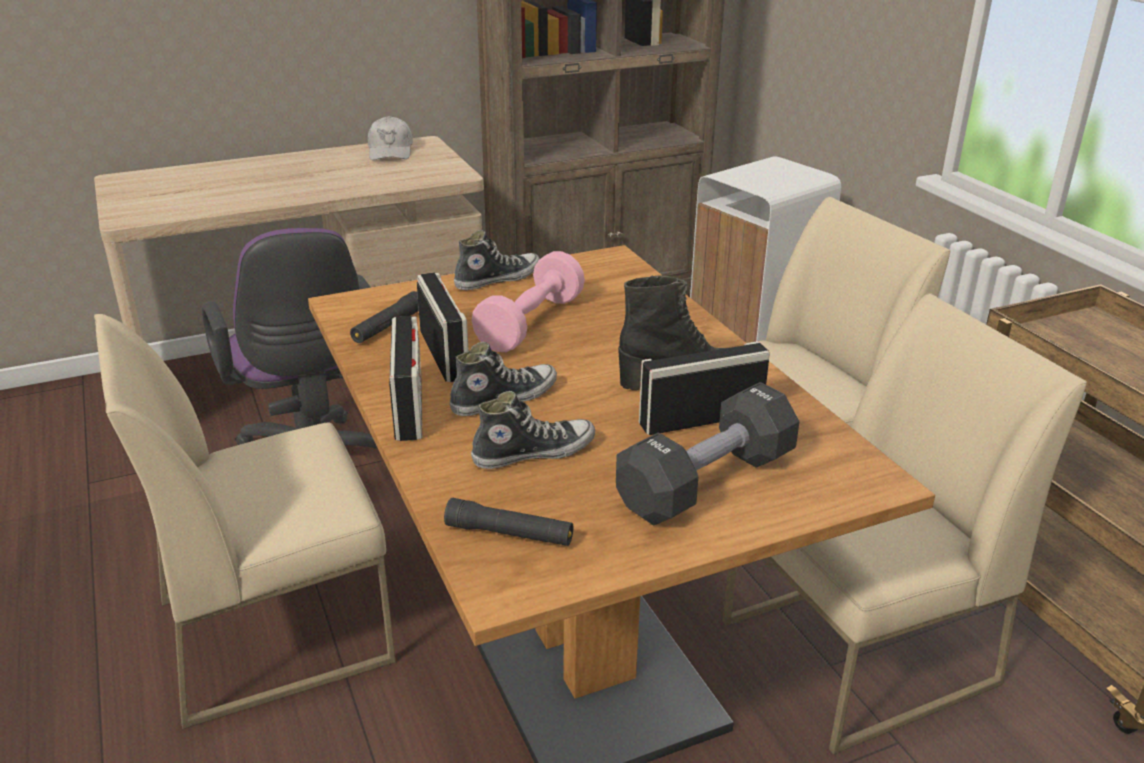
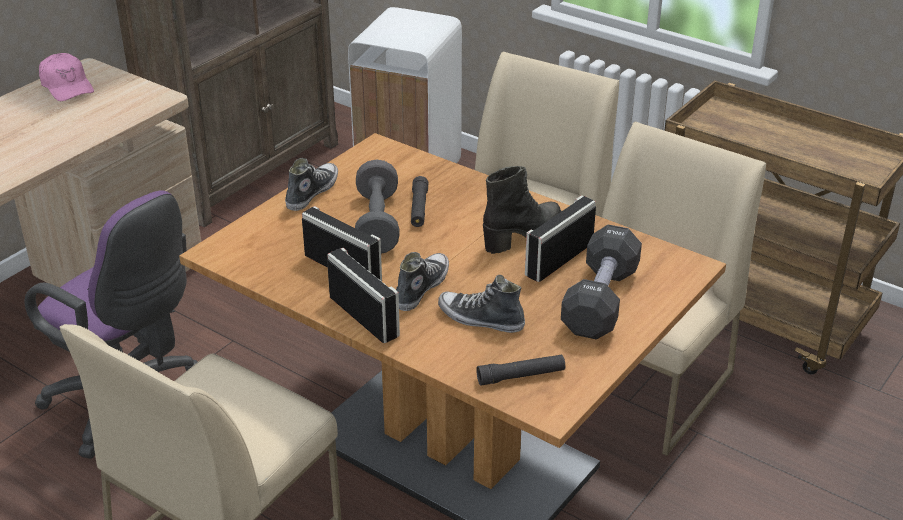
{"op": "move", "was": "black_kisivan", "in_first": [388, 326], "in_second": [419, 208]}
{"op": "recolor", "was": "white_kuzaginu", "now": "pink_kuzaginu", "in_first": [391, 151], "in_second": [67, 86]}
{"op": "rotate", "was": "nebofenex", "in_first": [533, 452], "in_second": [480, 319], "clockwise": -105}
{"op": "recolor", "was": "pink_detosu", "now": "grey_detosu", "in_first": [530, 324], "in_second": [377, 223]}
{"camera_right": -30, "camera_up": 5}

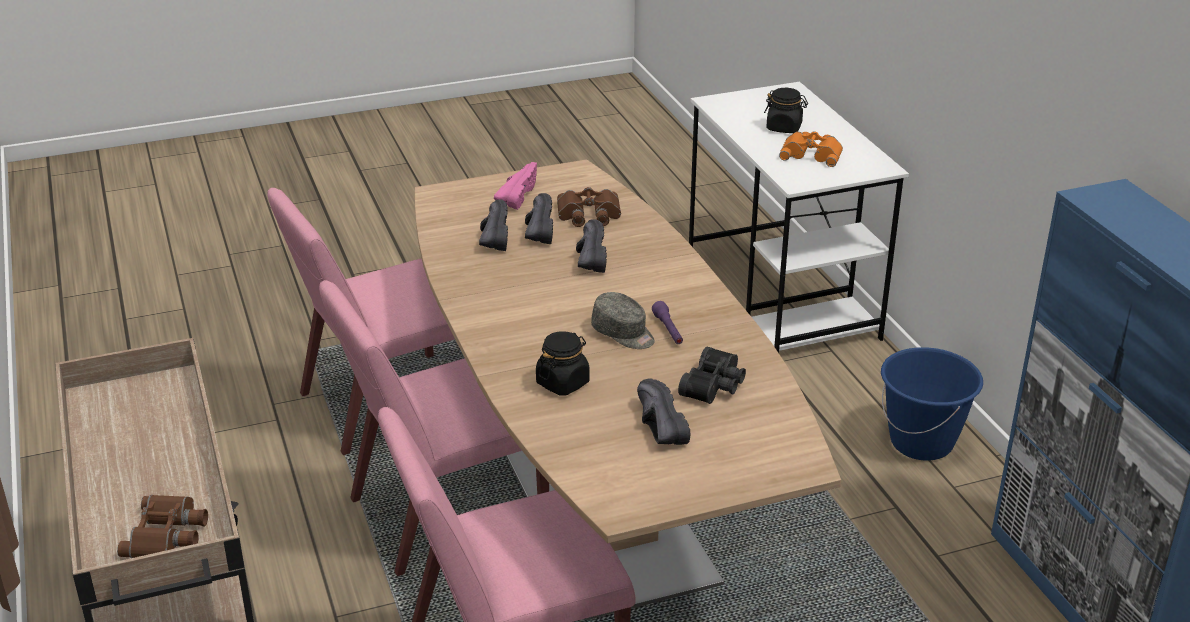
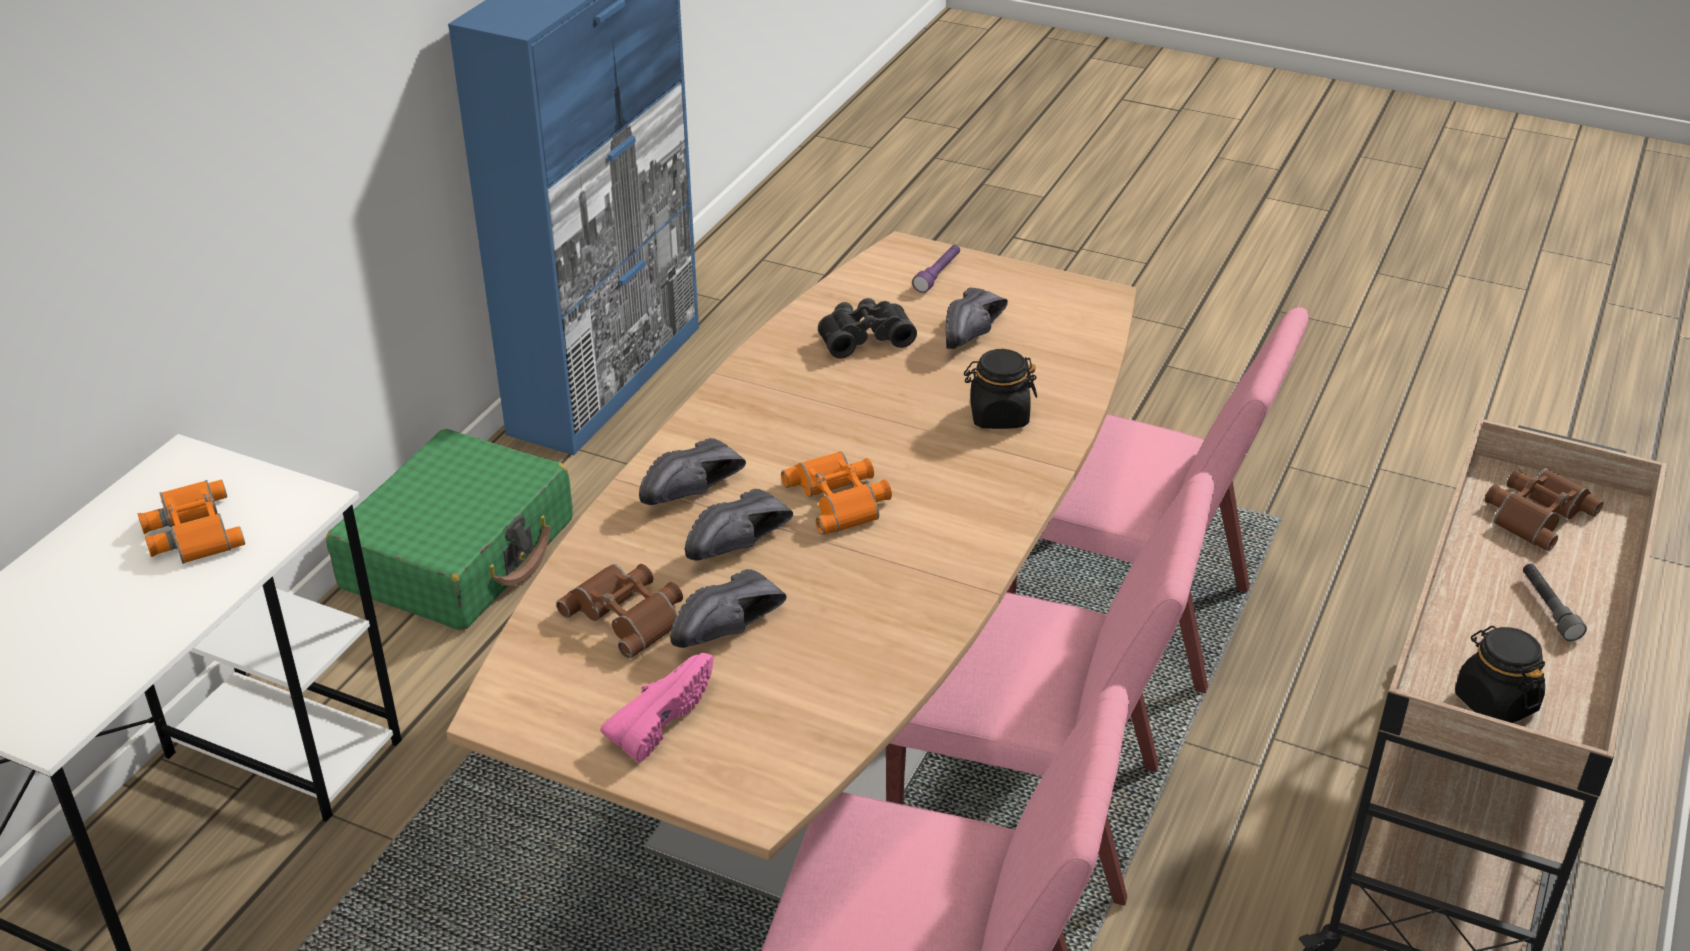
{"op": "move", "was": "black_nebofenex", "in_first": [492, 237], "in_second": [696, 492]}
{"op": "rotate", "was": "pink_nebofenex", "in_first": [516, 195], "in_second": [658, 718], "clockwise": 150}
{"op": "delete", "was": "grey_kuzaginu", "in_first": [623, 333]}
{"op": "move", "was": "purple_kisivan", "in_first": [668, 330], "in_second": [938, 274]}
{"op": "move", "was": "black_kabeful", "in_first": [784, 127], "in_second": [1495, 702]}
{"op": "replace", "was": "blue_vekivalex", "now": "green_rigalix", "in_first": [922, 442], "in_second": [460, 554]}
{"op": "insert", "now": "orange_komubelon", "in_second": [841, 499]}
{"op": "insert", "now": "grey_kisivan", "in_second": [1548, 608]}
{"camera_right": -135, "camera_up": 5}

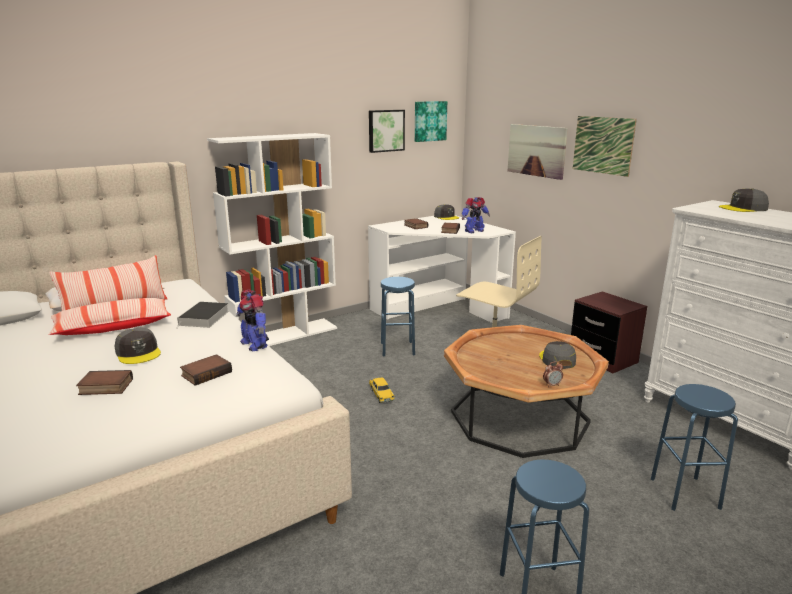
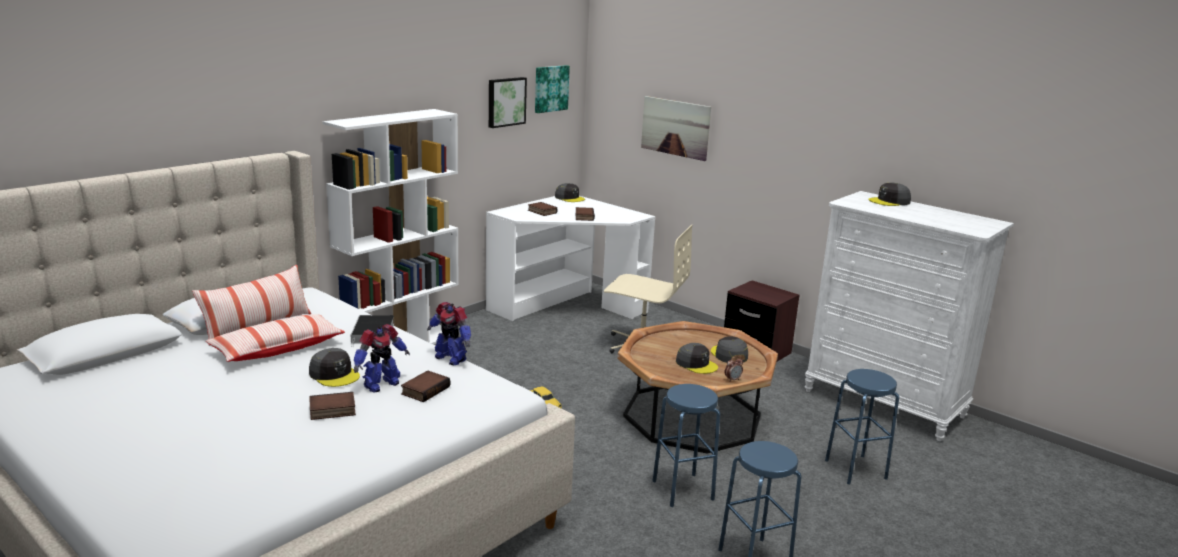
{"op": "move", "was": "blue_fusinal", "in_first": [397, 349], "in_second": [683, 490]}
{"op": "move", "was": "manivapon", "in_first": [473, 231], "in_second": [380, 384]}
{"op": "delete", "was": "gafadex", "in_first": [603, 145]}
{"op": "insert", "now": "grey_kuzaginu", "in_second": [696, 364]}
{"camera_right": -15, "camera_up": 0}

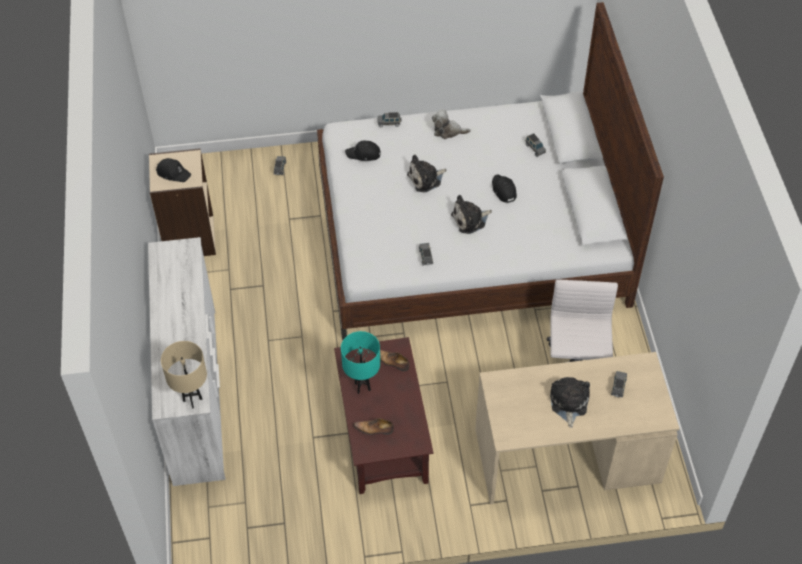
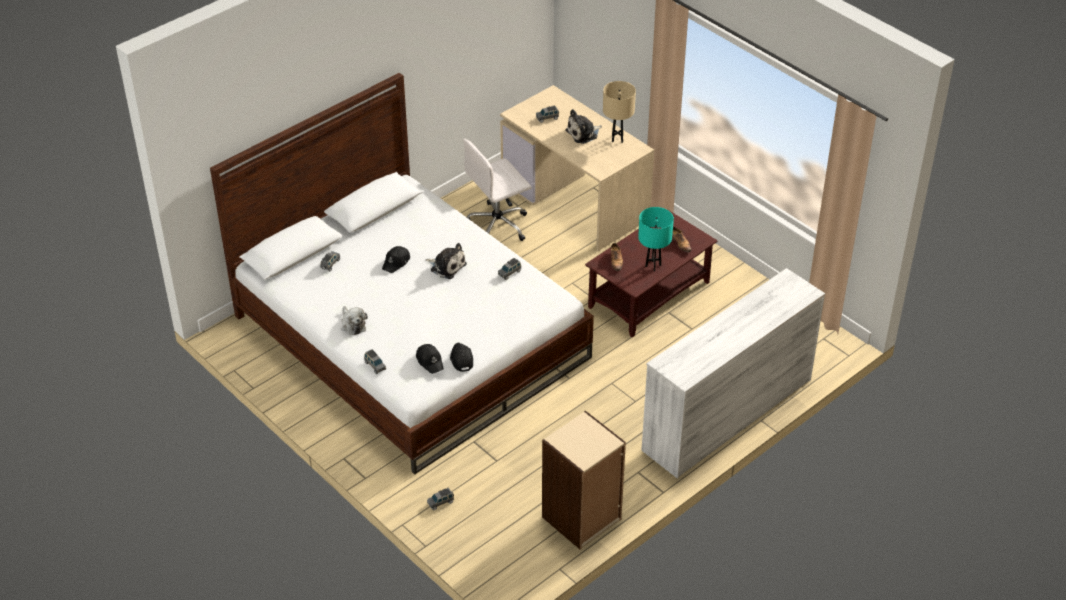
{"op": "move", "was": "black_kuzaginu", "in_first": [173, 173], "in_second": [461, 359]}
{"op": "move", "was": "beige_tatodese", "in_first": [192, 400], "in_second": [617, 139]}
{"op": "delete", "was": "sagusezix", "in_first": [426, 179]}
{"camera_right": -125, "camera_up": -10}

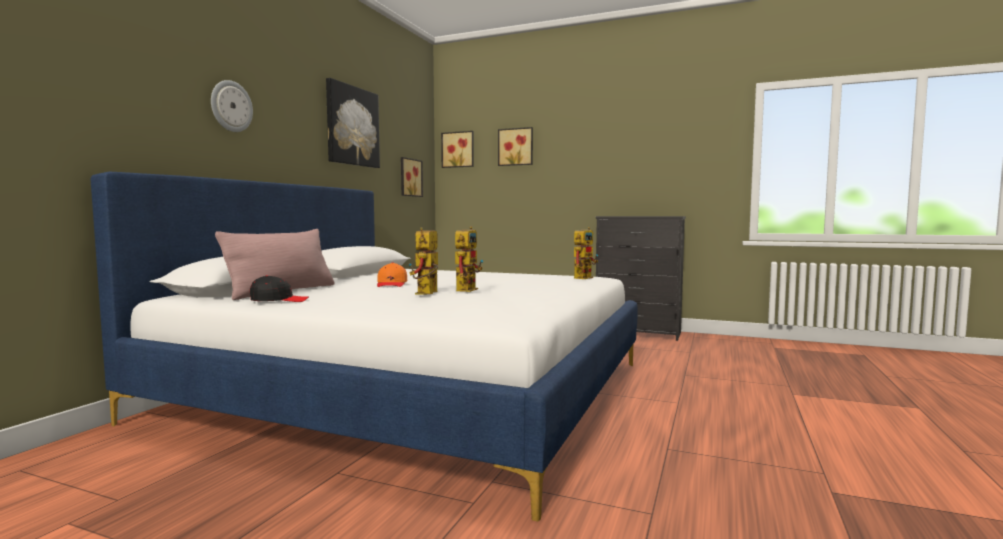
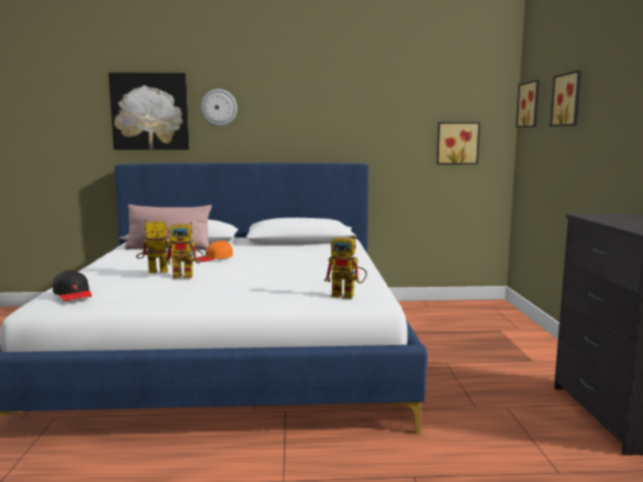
{"op": "move", "was": "black_kuzaginu", "in_first": [279, 300], "in_second": [73, 294]}
{"op": "move", "was": "gafadex", "in_first": [352, 126], "in_second": [150, 111]}
{"camera_right": 65, "camera_up": 5}

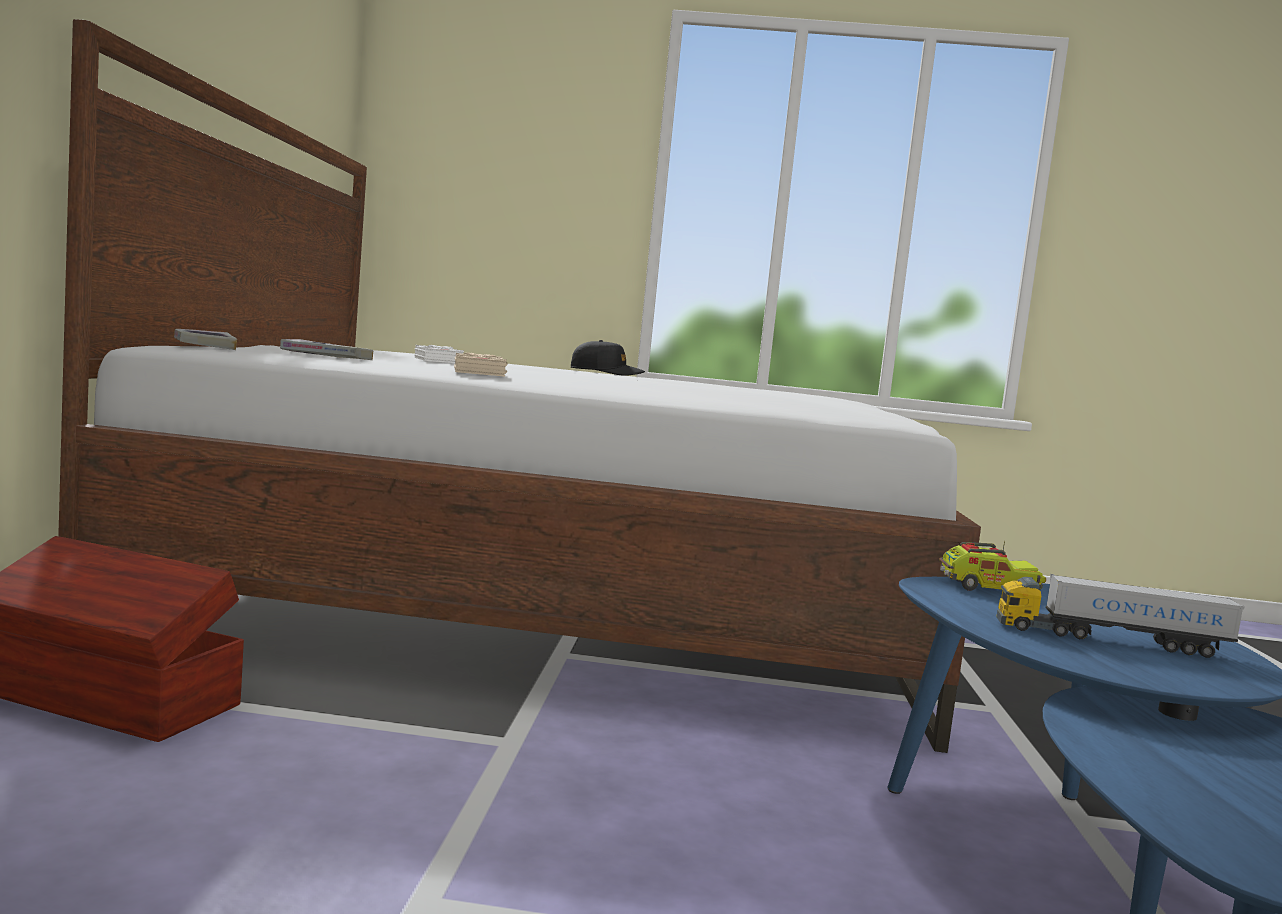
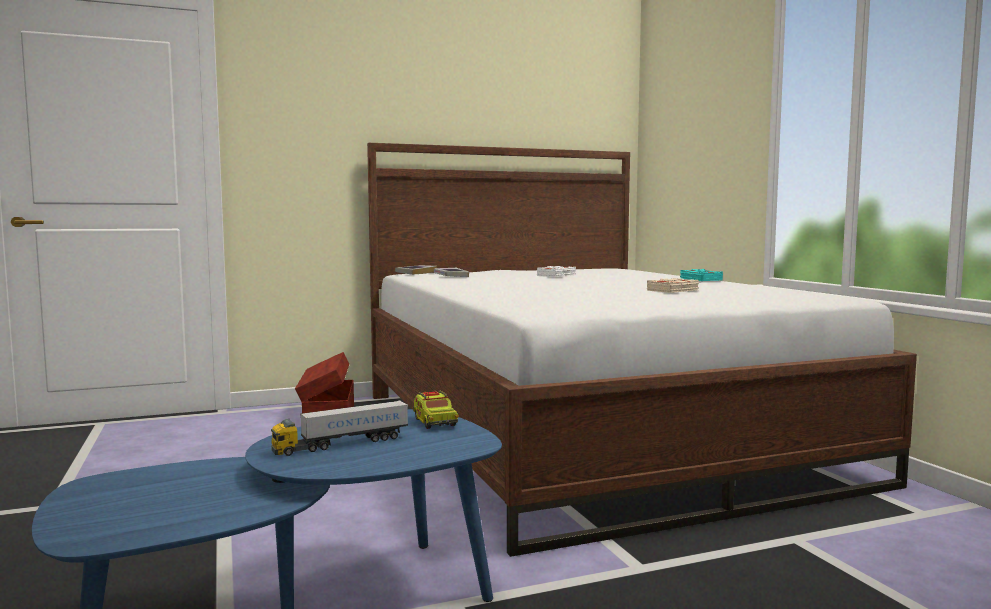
{"op": "move", "was": "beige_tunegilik", "in_first": [480, 373], "in_second": [673, 290]}
{"op": "replace", "was": "black_kuzaginu", "now": "turquoise_tunegilik", "in_first": [606, 373], "in_second": [700, 279]}
{"op": "rotate", "was": "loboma", "in_first": [1110, 640], "in_second": [342, 444], "clockwise": -105}
{"camera_right": 65, "camera_up": 0}

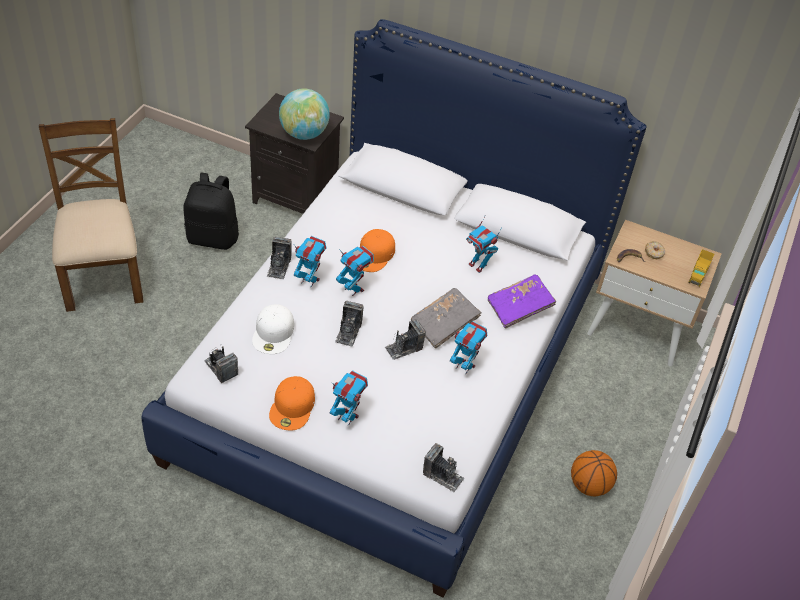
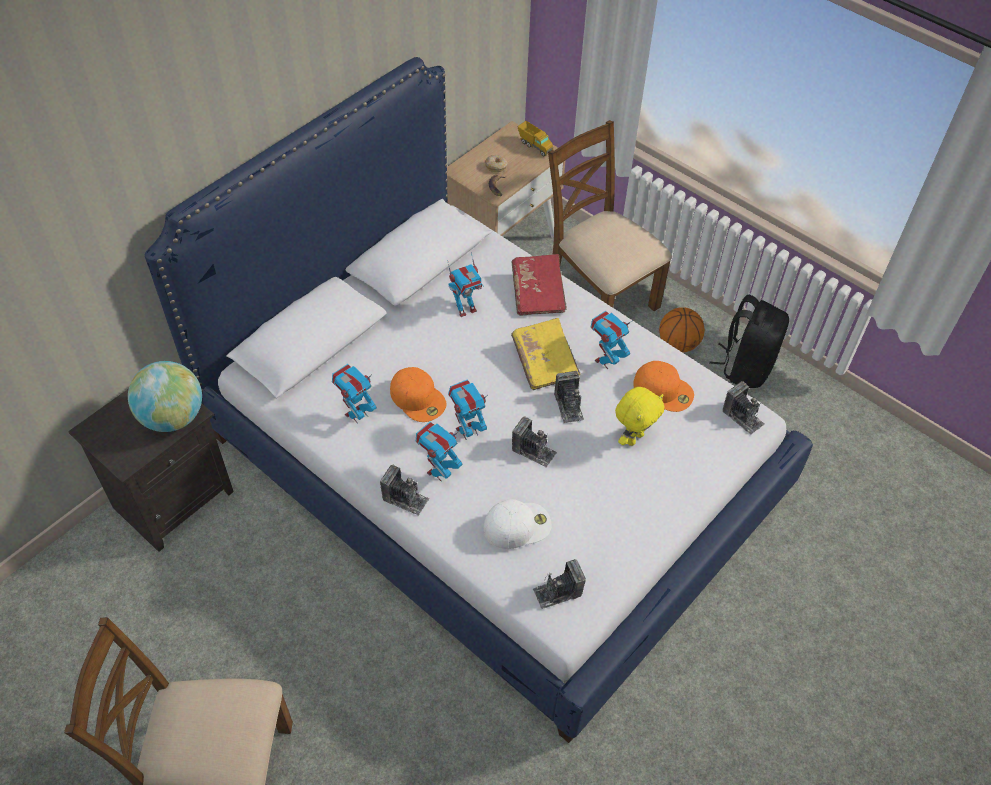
{"op": "move", "was": "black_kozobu", "in_first": [213, 237], "in_second": [745, 366]}
{"op": "rotate", "was": "white_kuzaginu", "in_first": [274, 333], "in_second": [517, 525], "clockwise": -45}
{"op": "move", "was": "orange_kuzaginu", "in_first": [293, 407], "in_second": [664, 390]}
{"op": "move", "was": "manivapon", "in_first": [347, 417], "in_second": [357, 414]}
{"op": "recolor", "was": "grey_tunegilik", "now": "yellow_tunegilik", "in_first": [444, 324], "in_second": [544, 361]}
{"op": "rotate", "was": "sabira", "in_first": [443, 476], "in_second": [742, 417], "clockwise": 90}
{"op": "recolor", "was": "purple_tunegilik", "now": "red_tunegilik", "in_first": [519, 308], "in_second": [538, 293]}
{"op": "insert", "now": "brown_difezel", "in_second": [599, 296]}
{"op": "insert", "now": "yellow_sagusezix", "in_second": [633, 438]}
{"camera_right": -70, "camera_up": 5}

